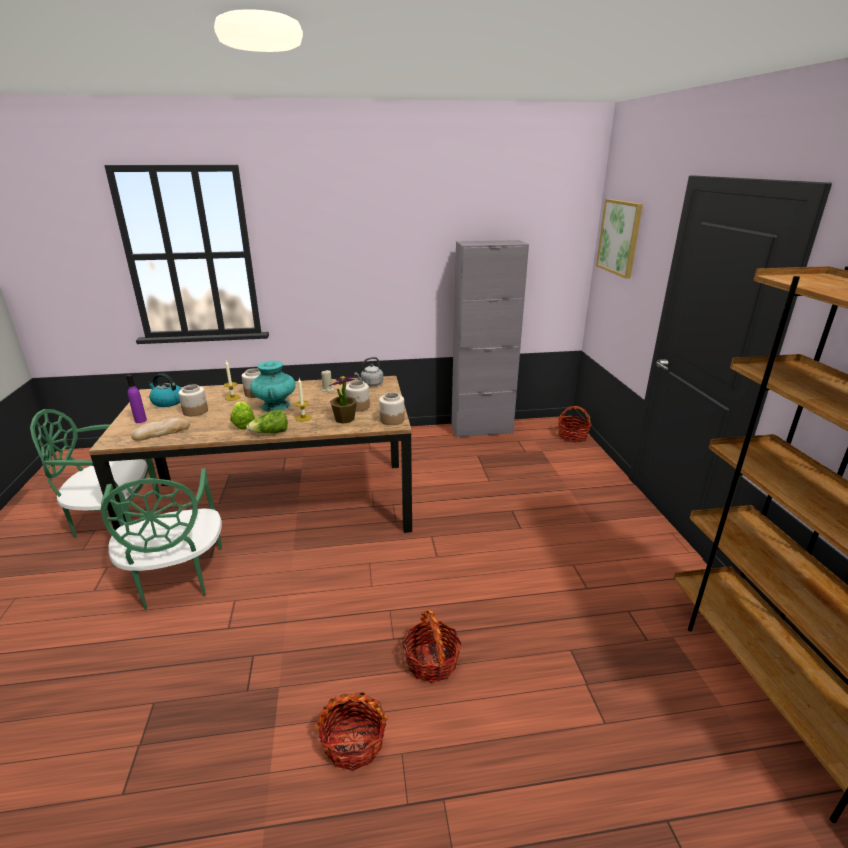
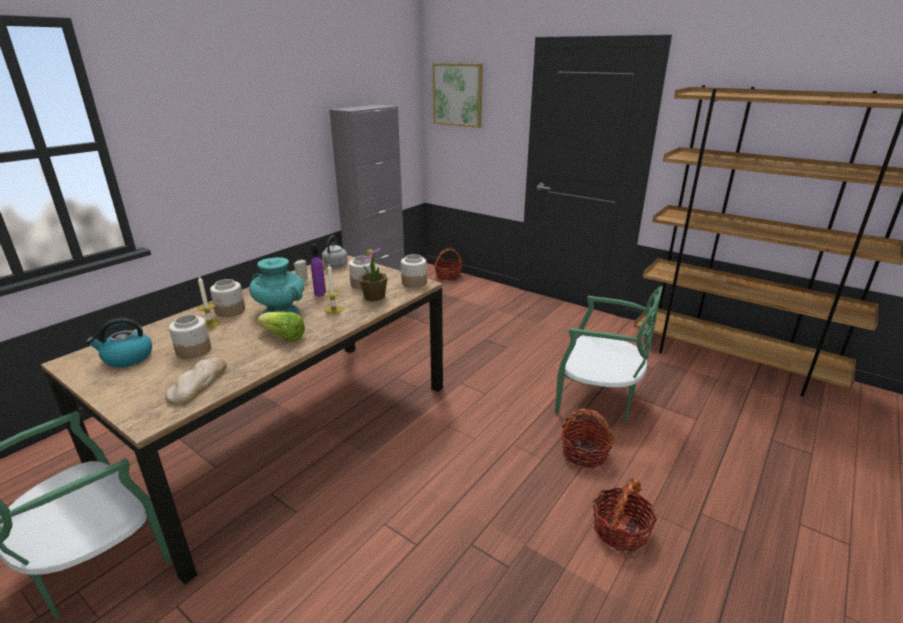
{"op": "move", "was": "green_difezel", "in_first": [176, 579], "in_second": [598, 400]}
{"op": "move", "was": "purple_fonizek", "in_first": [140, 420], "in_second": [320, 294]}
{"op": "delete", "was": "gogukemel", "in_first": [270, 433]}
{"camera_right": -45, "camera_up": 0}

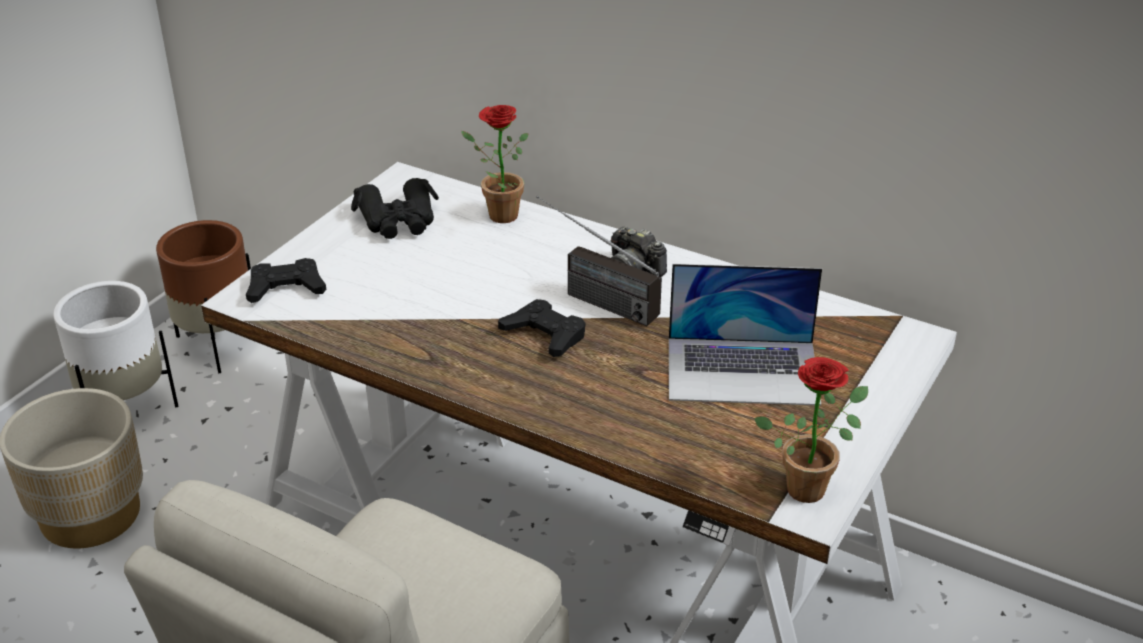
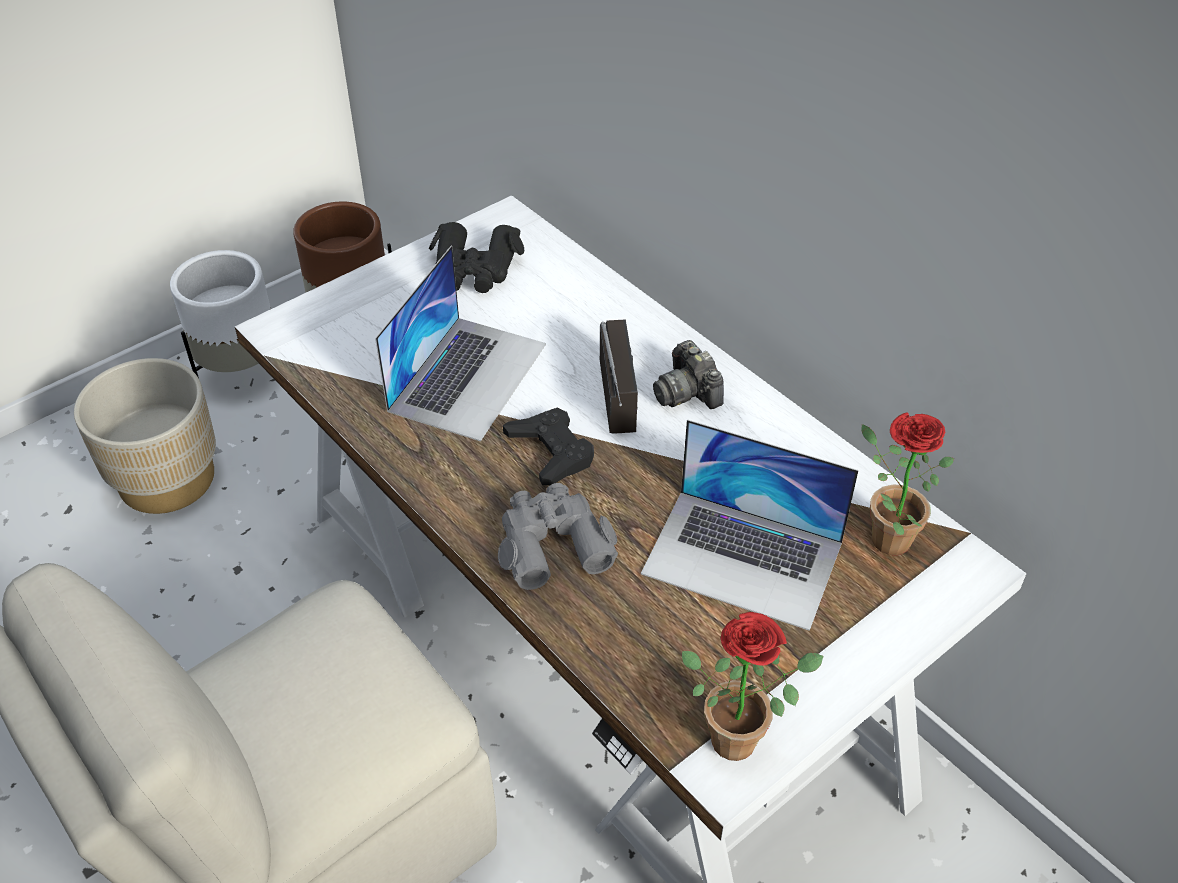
{"op": "delete", "was": "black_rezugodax", "in_first": [286, 288]}
{"op": "move", "was": "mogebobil", "in_first": [497, 214], "in_second": [882, 536]}
{"op": "rotate", "was": "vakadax", "in_first": [590, 297], "in_second": [623, 416], "clockwise": -150}
{"op": "insert", "now": "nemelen", "in_second": [468, 376]}
{"op": "insert", "now": "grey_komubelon", "in_second": [552, 542]}
{"camera_right": 20, "camera_up": 10}

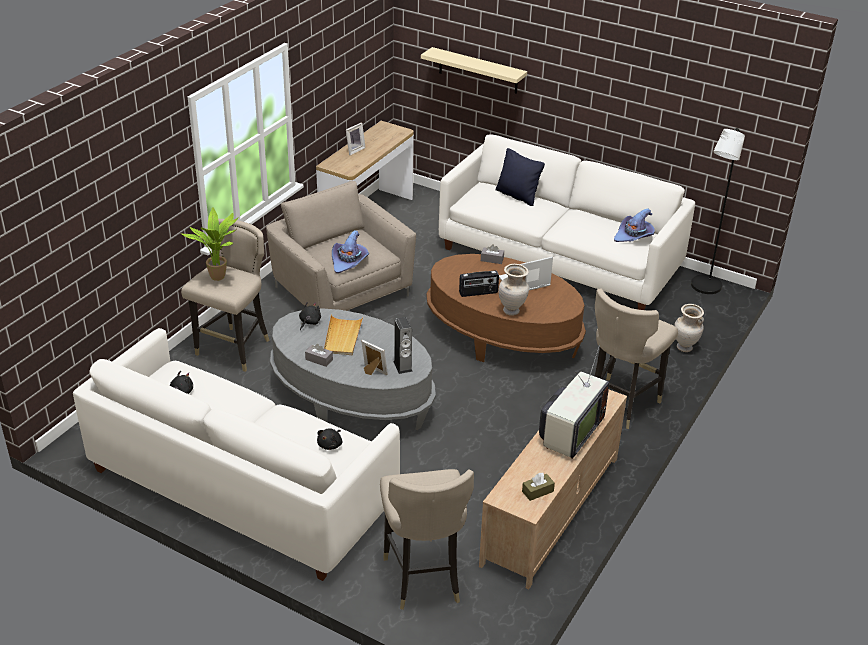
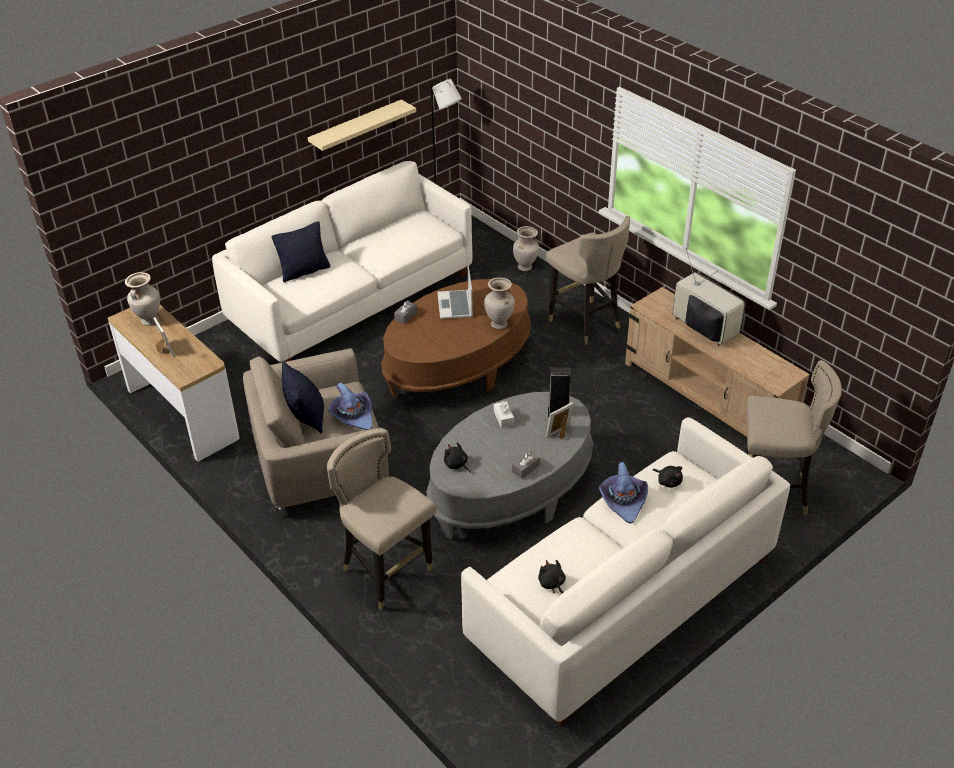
{"op": "delete", "was": "mogebobil", "in_first": [220, 278]}
{"op": "delete", "was": "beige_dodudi", "in_first": [342, 337]}
{"op": "move", "was": "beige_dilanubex", "in_first": [478, 70], "in_second": [356, 130]}
{"op": "delete", "was": "vakadax", "in_first": [478, 293]}
{"op": "delete", "was": "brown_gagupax", "in_first": [537, 491]}
{"op": "move", "was": "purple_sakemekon", "in_first": [634, 236], "in_second": [623, 500]}
{"op": "insert", "now": "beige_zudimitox", "in_second": [149, 320]}
{"op": "insert", "now": "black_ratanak", "in_second": [306, 417]}
{"op": "insert", "now": "white_gagupax", "in_second": [503, 418]}
{"camera_right": -70, "camera_up": 5}

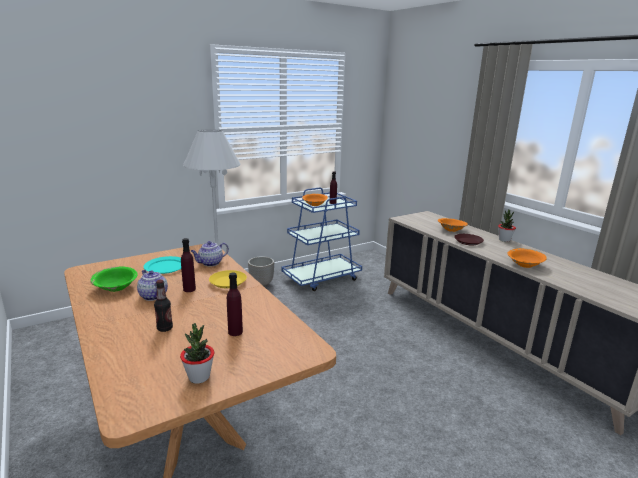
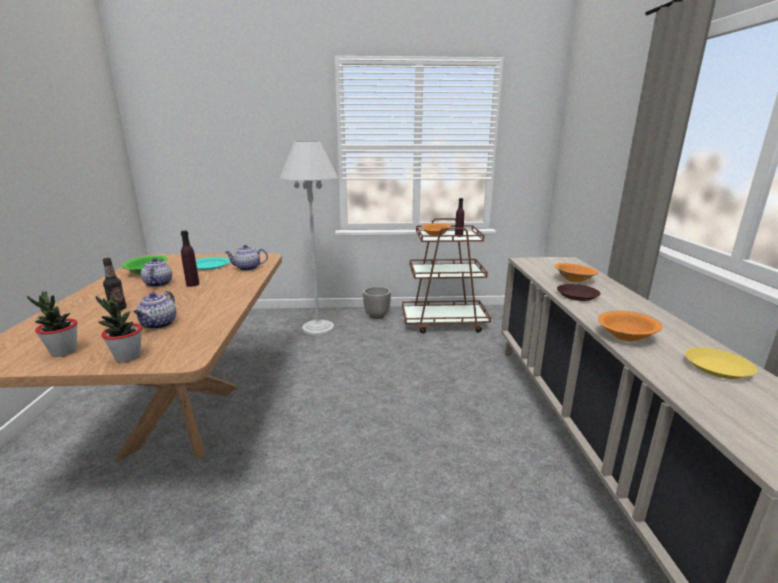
{"op": "move", "was": "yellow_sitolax", "in_first": [228, 282], "in_second": [718, 368]}
{"op": "replace", "was": "purple_fonizek", "now": "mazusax", "in_first": [235, 332], "in_second": [159, 325]}
{"op": "recolor", "was": "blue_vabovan", "now": "brown_vabovan", "in_first": [322, 278], "in_second": [444, 322]}
{"op": "move", "was": "mogebobil", "in_first": [504, 240], "in_second": [128, 357]}
{"camera_right": 30, "camera_up": 0}

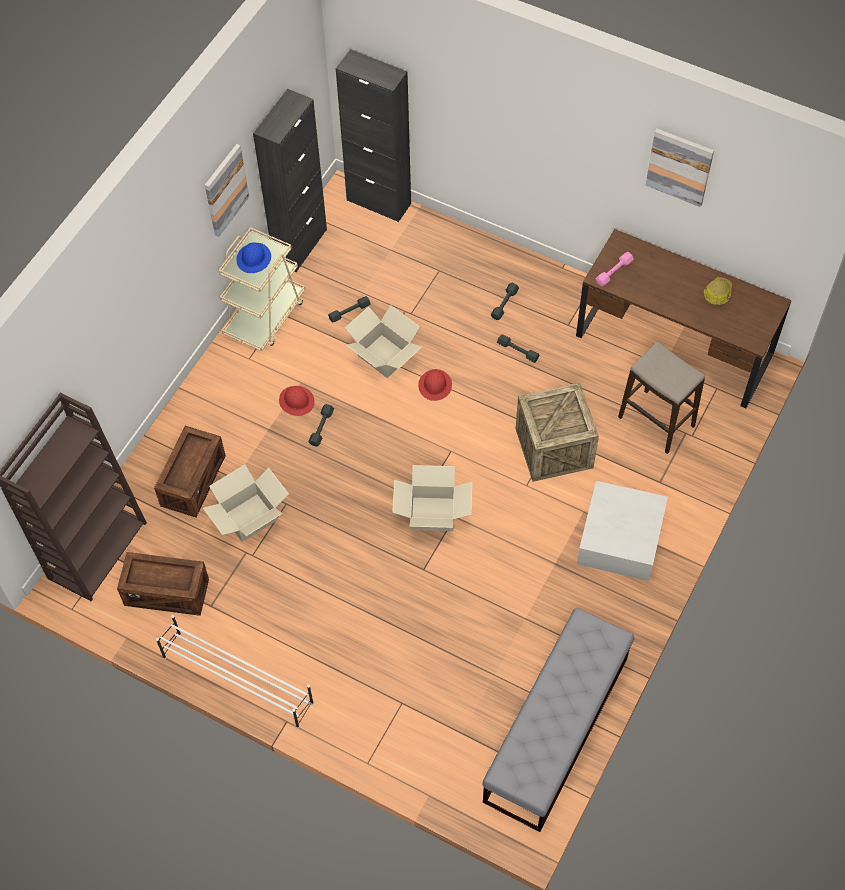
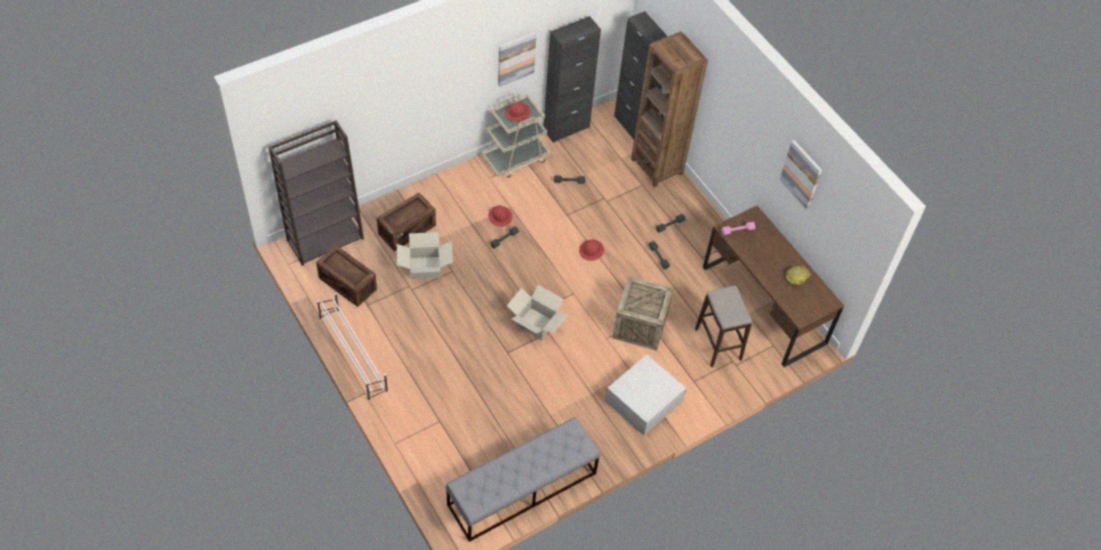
{"op": "recolor", "was": "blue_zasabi", "now": "red_zasabi", "in_first": [254, 259], "in_second": [517, 113]}
{"op": "delete", "was": "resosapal", "in_first": [384, 356]}
{"op": "insert", "now": "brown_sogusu", "in_second": [657, 166]}
{"camera_right": 25, "camera_up": -5}

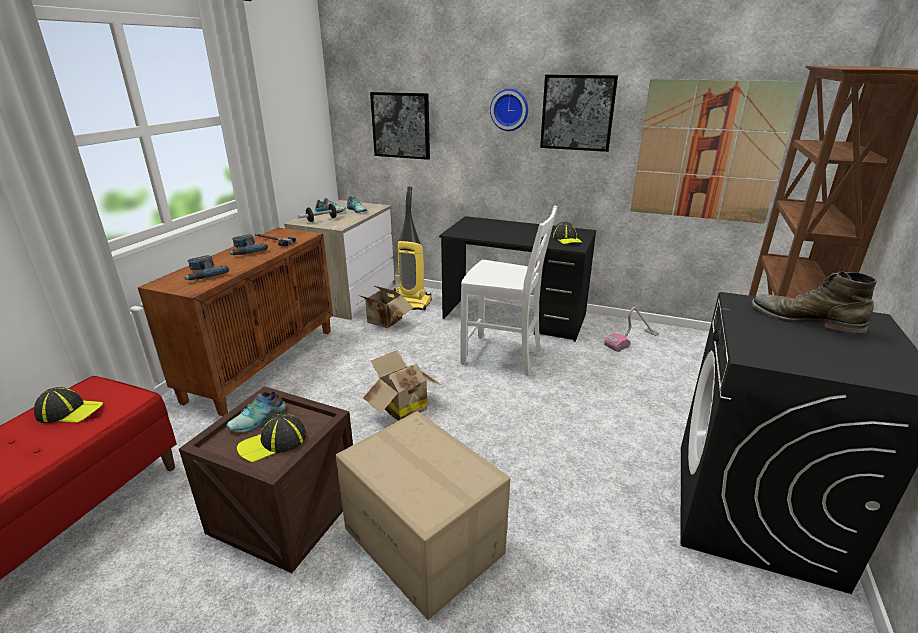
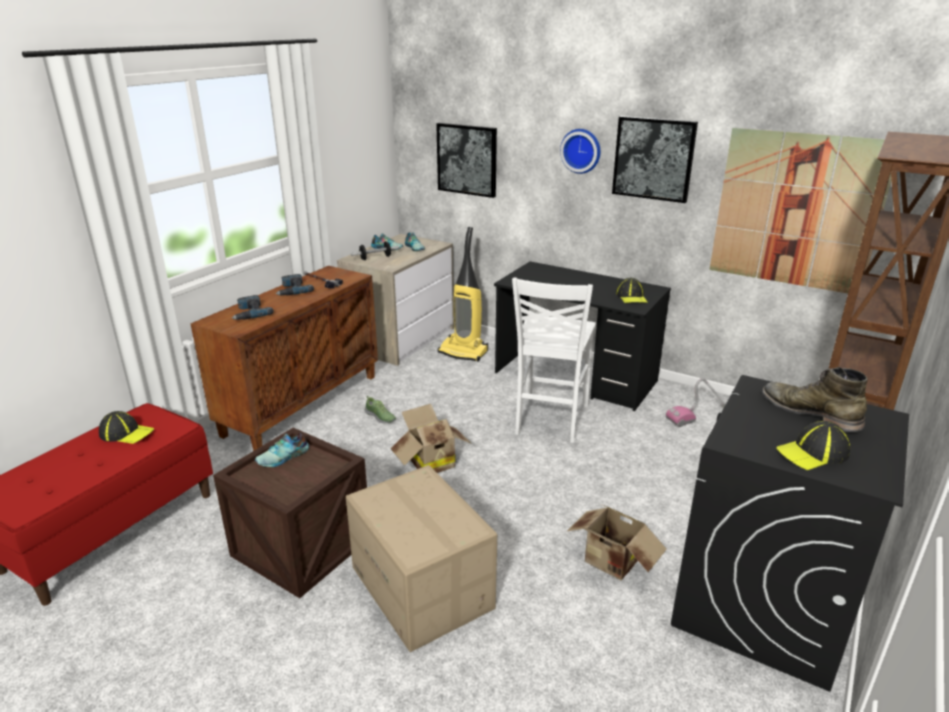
{"op": "move", "was": "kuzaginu", "in_first": [273, 442], "in_second": [813, 453]}
{"op": "move", "was": "resosapal", "in_first": [384, 323], "in_second": [611, 564]}
{"op": "rotate", "was": "white_difezel", "in_first": [503, 356], "in_second": [549, 420], "clockwise": 75}
{"op": "insert", "now": "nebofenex", "in_second": [380, 417]}
{"camera_right": 10, "camera_up": 0}

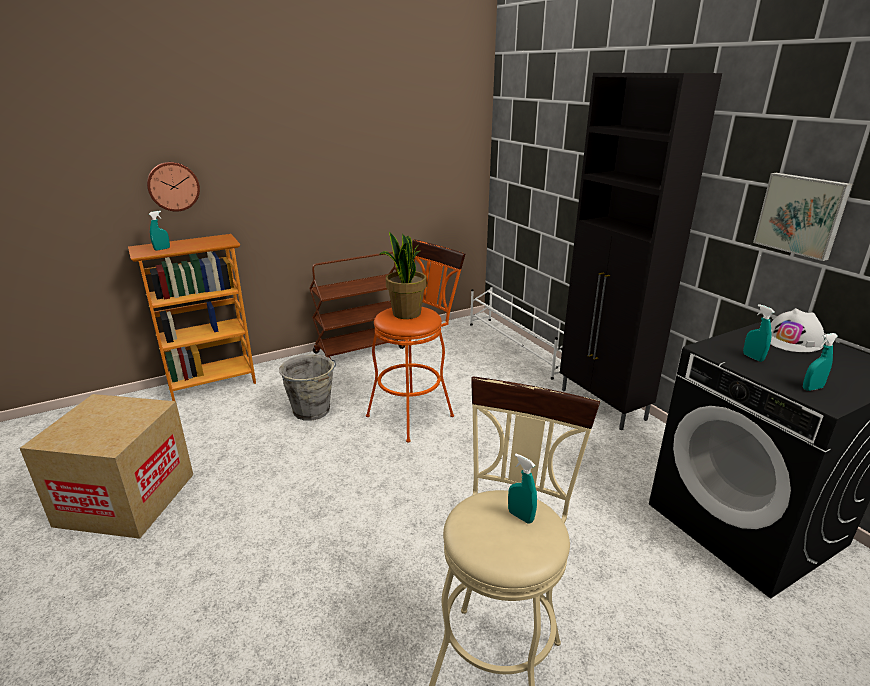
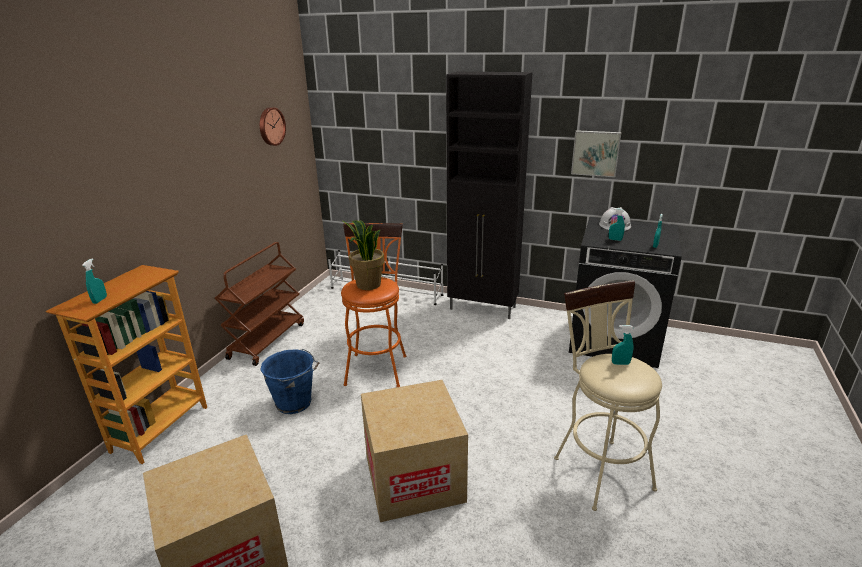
{"op": "move", "was": "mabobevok", "in_first": [173, 186], "in_second": [271, 126]}
{"op": "recolor", "was": "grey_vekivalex", "now": "blue_vekivalex", "in_first": [312, 411], "in_second": [295, 403]}
{"op": "insert", "now": "resosapal", "in_second": [414, 478]}
{"camera_right": -40, "camera_up": 0}

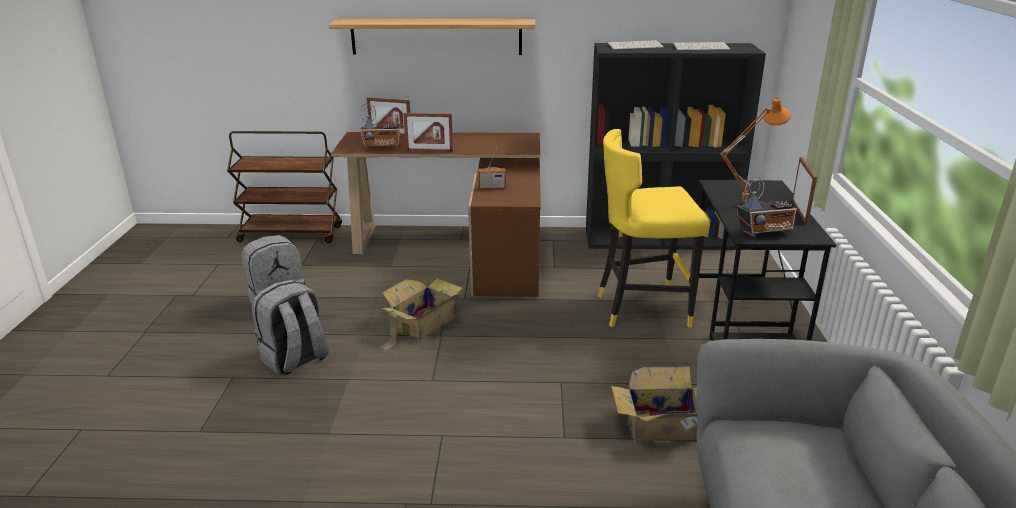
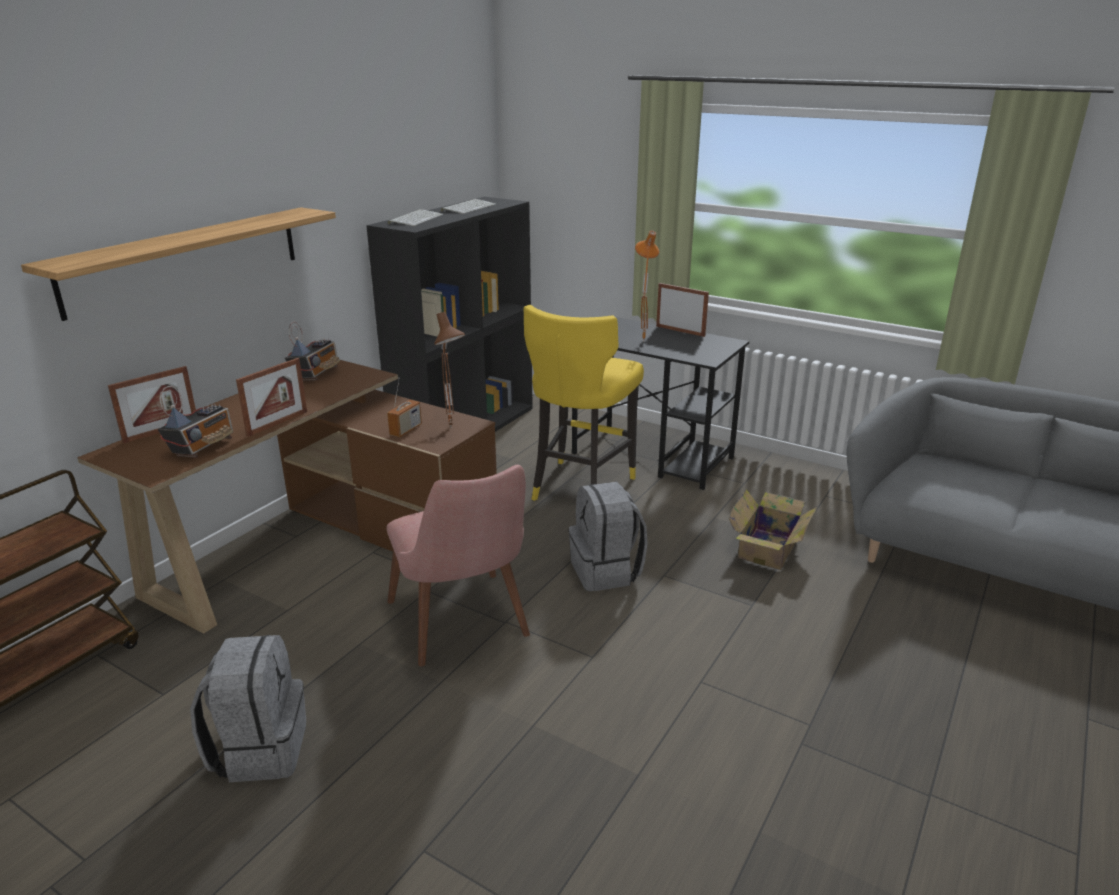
{"op": "move", "was": "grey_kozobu", "in_first": [295, 360], "in_second": [606, 571]}
{"op": "replace", "was": "resosapal", "now": "pink_difezel", "in_first": [421, 324], "in_second": [465, 628]}
{"op": "move", "was": "vakadax", "in_first": [764, 232], "in_second": [316, 374]}
{"op": "insert", "now": "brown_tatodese", "in_second": [453, 427]}
{"camera_right": -60, "camera_up": 0}

